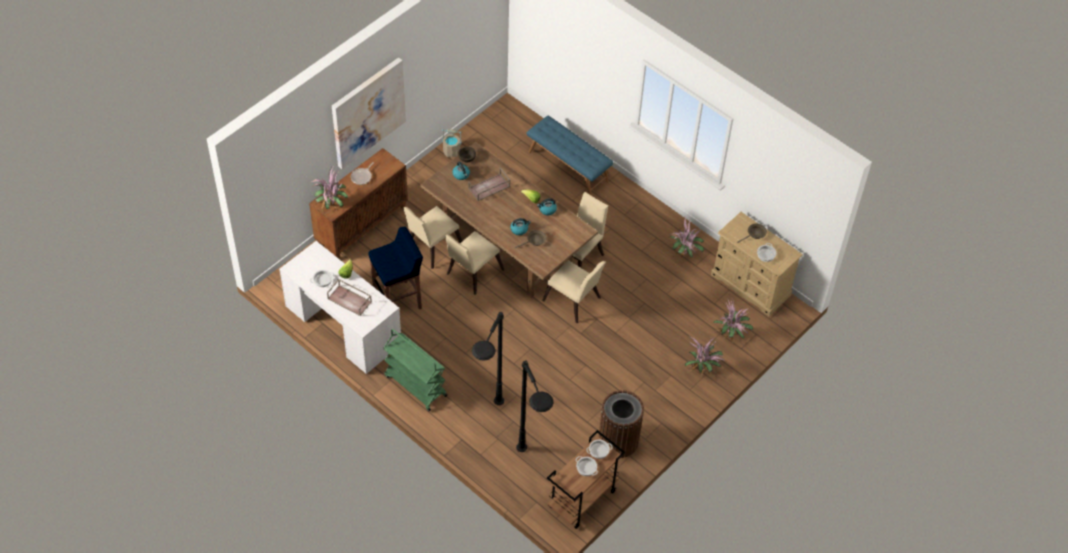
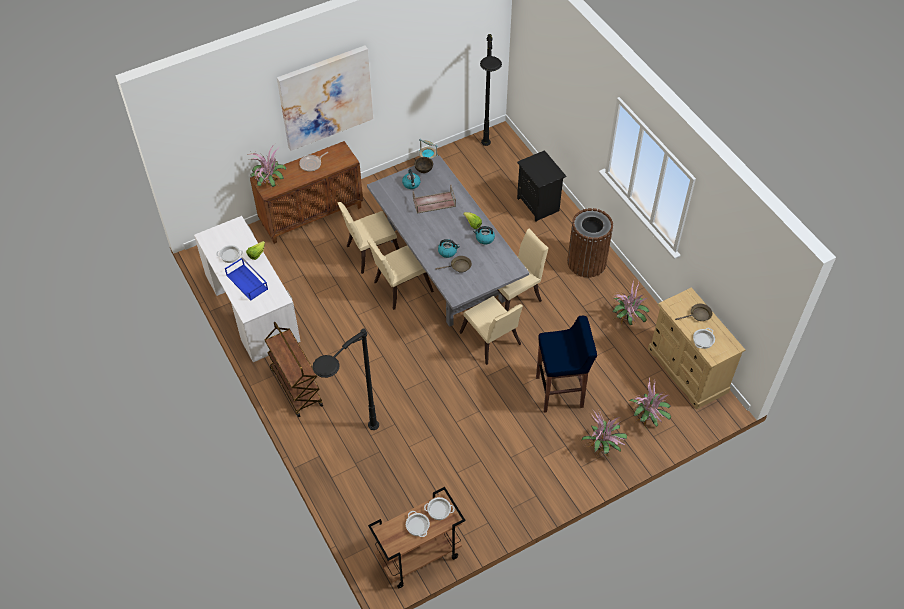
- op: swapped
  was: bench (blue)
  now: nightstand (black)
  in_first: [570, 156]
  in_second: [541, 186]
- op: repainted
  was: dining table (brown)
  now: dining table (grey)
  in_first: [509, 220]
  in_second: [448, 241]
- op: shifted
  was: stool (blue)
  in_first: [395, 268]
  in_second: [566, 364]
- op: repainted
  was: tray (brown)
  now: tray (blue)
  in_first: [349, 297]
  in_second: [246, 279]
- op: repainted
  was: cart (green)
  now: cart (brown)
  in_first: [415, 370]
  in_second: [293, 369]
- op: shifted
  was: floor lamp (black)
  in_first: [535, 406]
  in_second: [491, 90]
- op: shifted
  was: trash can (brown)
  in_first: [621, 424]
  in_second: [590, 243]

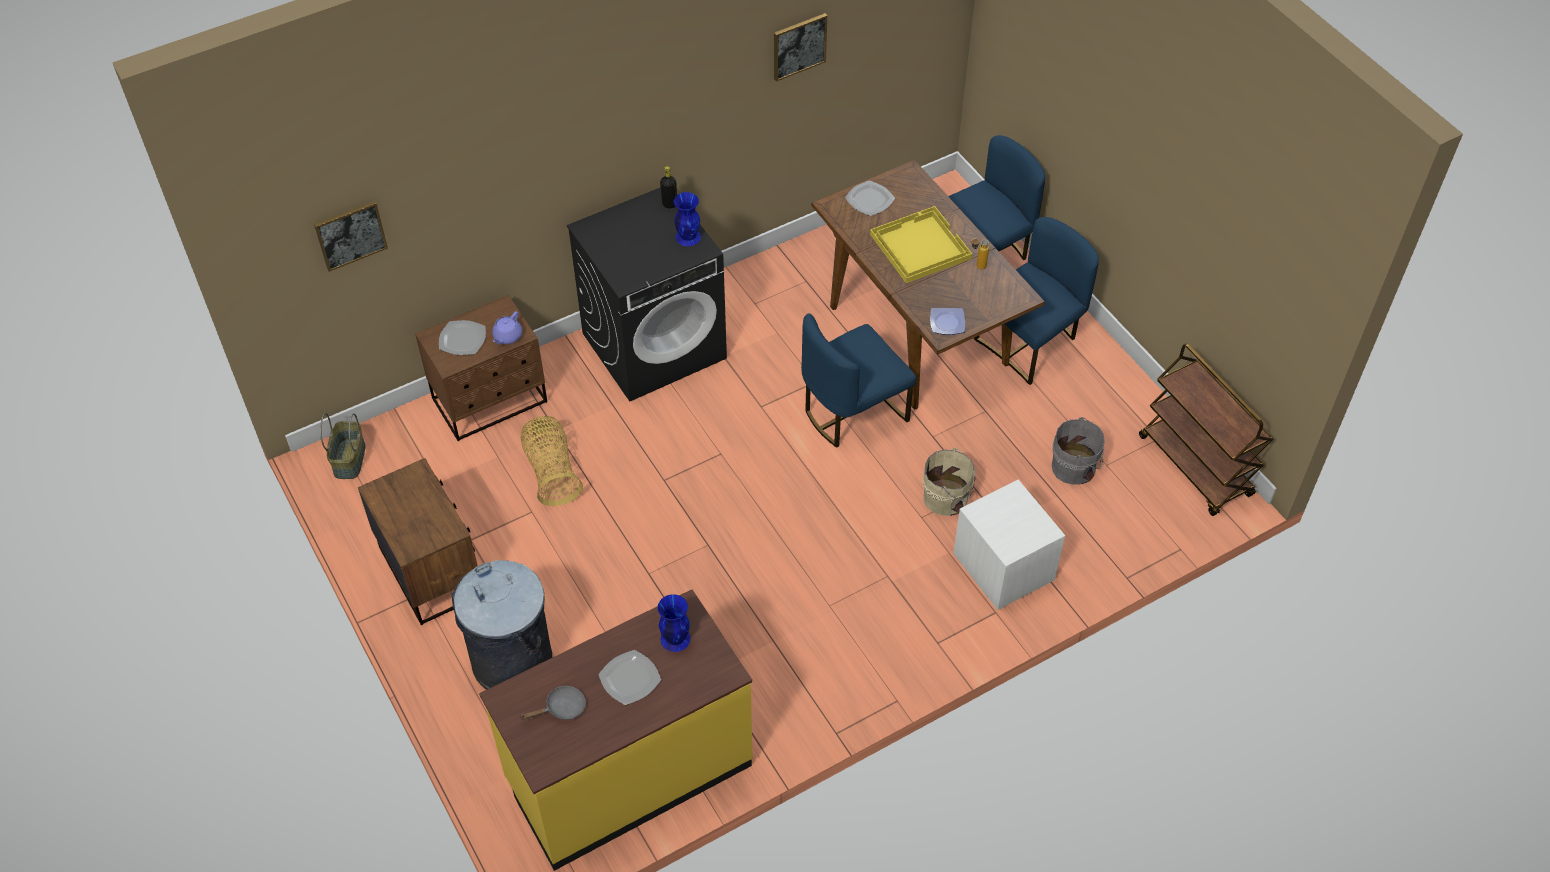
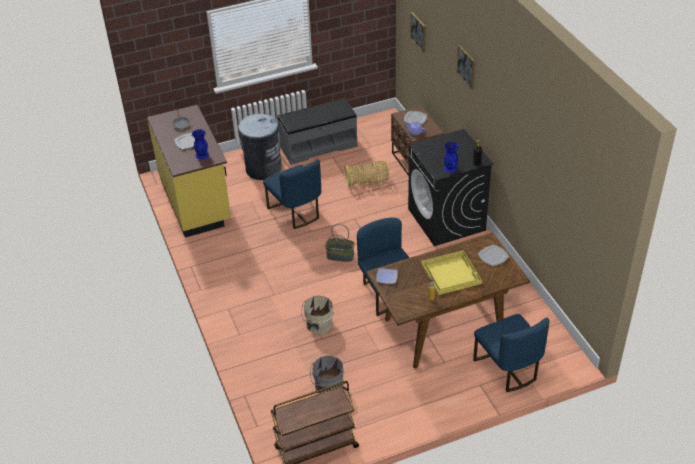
- op: shifted
  was: picture
  in_first: [800, 47]
  in_second: [466, 67]
- op: shifted
  was: chair (blue)
  in_first: [1036, 301]
  in_second: [292, 194]
- op: shifted
  was: basket
  in_first: [343, 446]
  in_second: [340, 243]
- op: swapped
  was: nightstand (brown)
  now: bench (grey)
  in_first: [418, 541]
  in_second: [317, 131]
- op: gone
  was: nightstand (white)
  in_first: [1009, 544]

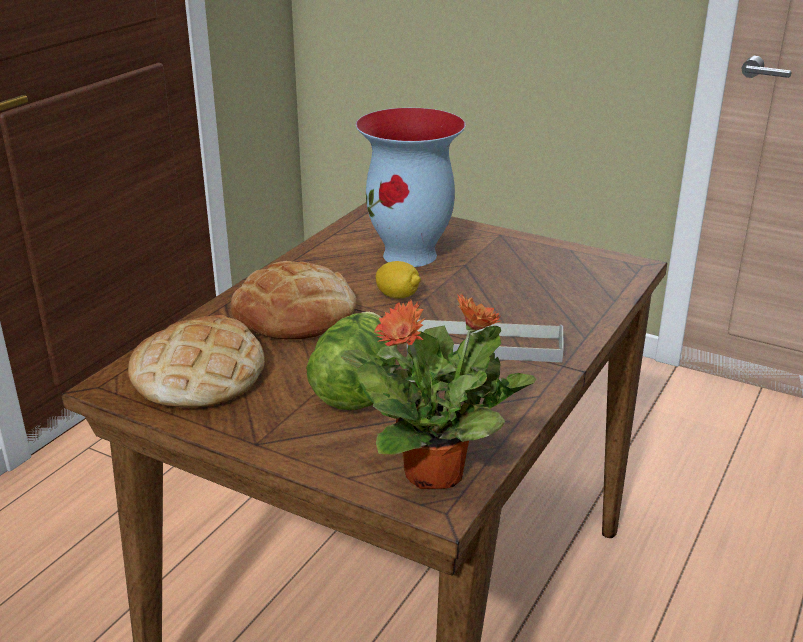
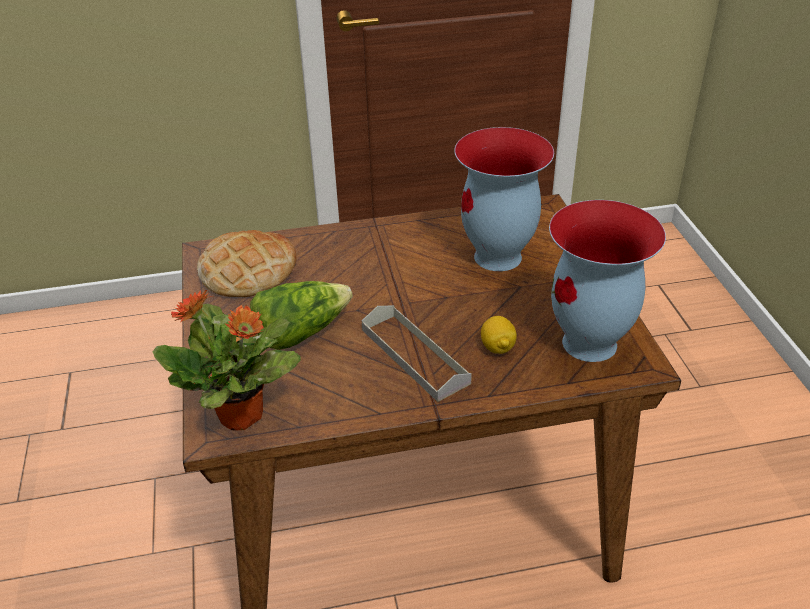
- op: gone
  was: bread
  in_first: [294, 300]
- op: shifted
  was: lemon
  in_first: [398, 279]
  in_second: [499, 335]
- op: new
  now: vase
  in_second: [607, 281]

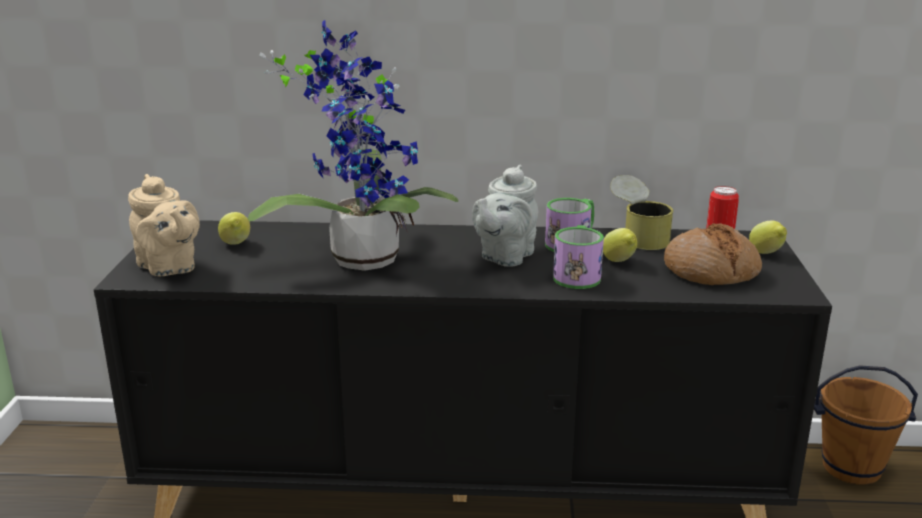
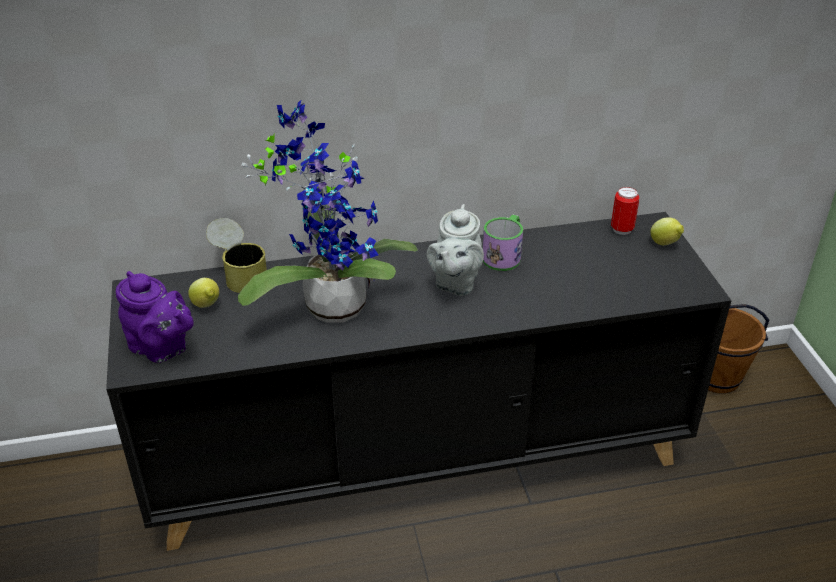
- op: repainted
  was: teapot (beige)
  now: teapot (purple)
  in_first: [164, 225]
  in_second: [155, 317]
- op: shifted
  was: can
  in_first: [641, 212]
  in_second: [236, 255]
- op: gone
  was: bread
  in_first: [713, 254]
- op: gone
  was: mug
  in_first: [578, 257]
- op: gone
  was: lemon
  in_first: [620, 245]

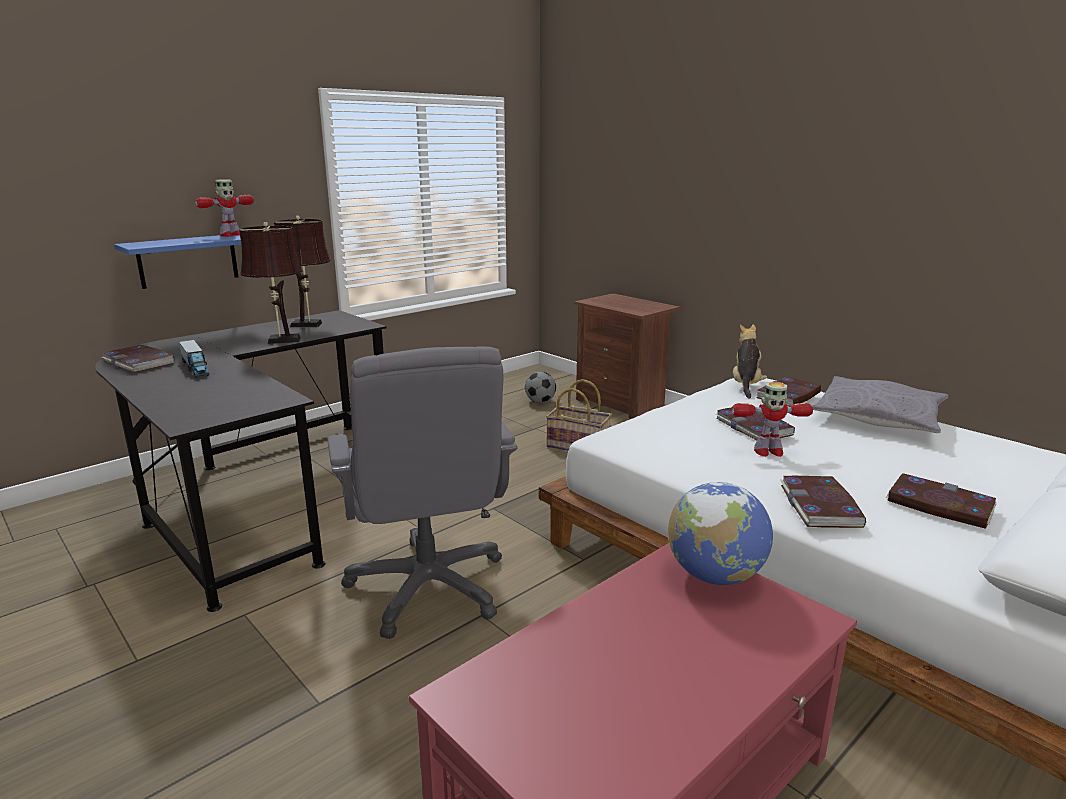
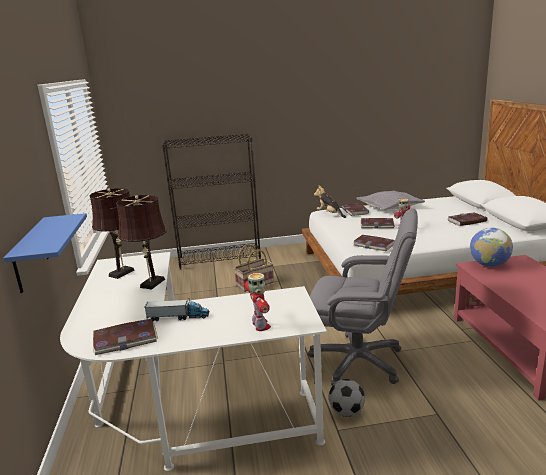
- op: shifted
  was: toy robot
  in_first: [224, 208]
  in_second: [257, 302]
- op: swapped
  was: nightstand (brown)
  now: bookcase (black)
  in_first: [627, 356]
  in_second: [211, 201]
- op: repainted
  was: desk (black)
  now: desk (white)
  in_first: [241, 461]
  in_second: [193, 361]
- op: shifted
  was: football
  in_first: [540, 387]
  in_second: [347, 398]
- op: shifted
  was: book
  in_first: [823, 502]
  in_second: [374, 243]

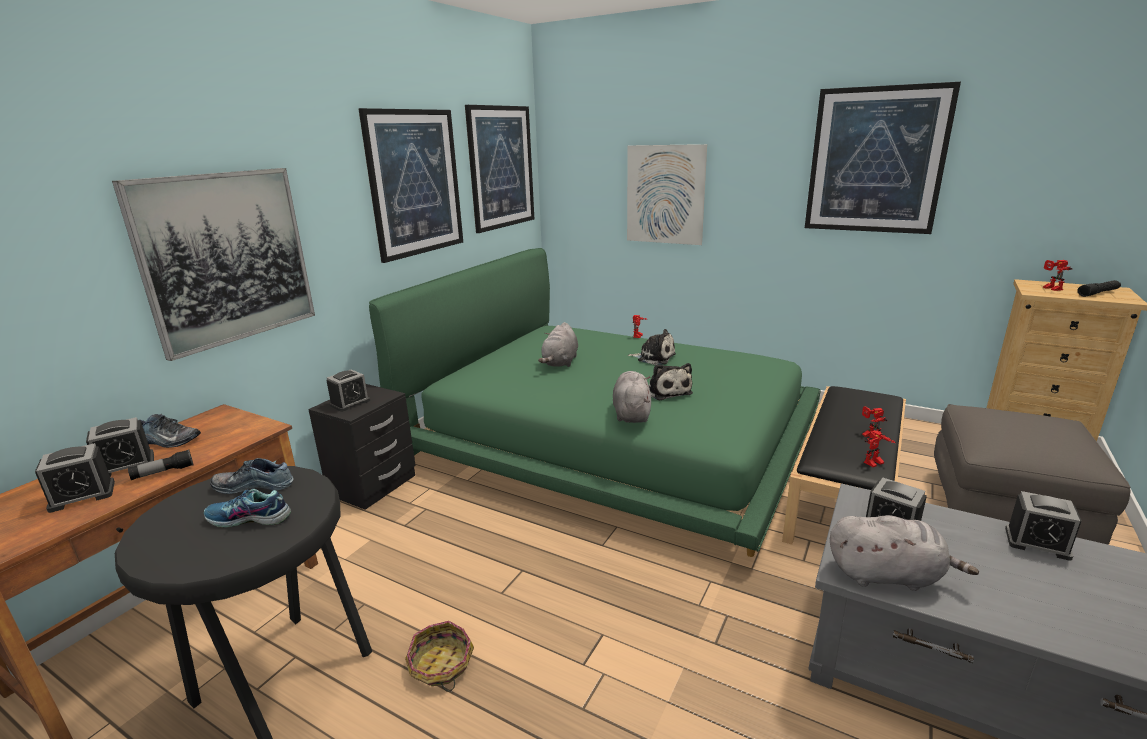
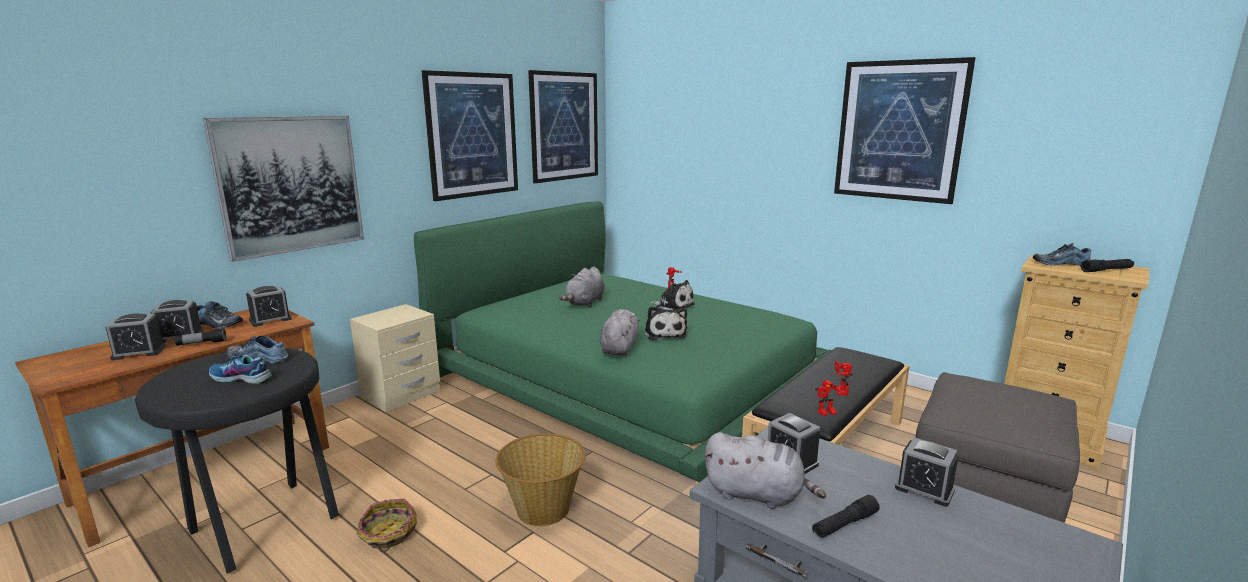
- op: gone
  was: picture
  in_first: [667, 194]
- op: swapped
  was: toy robot
  now: shoe
  in_first: [1058, 275]
  in_second: [1062, 254]
- op: shifted
  was: alarm clock
  in_first: [348, 391]
  in_second: [269, 306]
- op: repainted
  was: nightstand (black)
  now: nightstand (beige)
  in_first: [362, 447]
  in_second: [395, 358]
- op: new
  now: basket
  in_second: [540, 479]
- op: new
  now: flashlight (black)
  in_second: [846, 516]

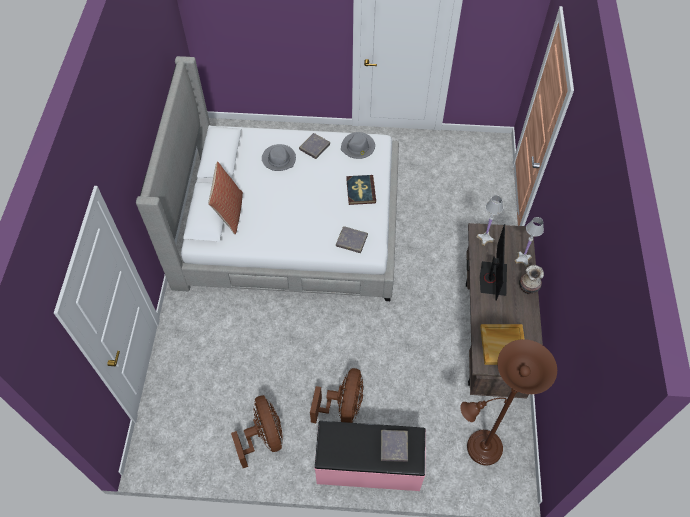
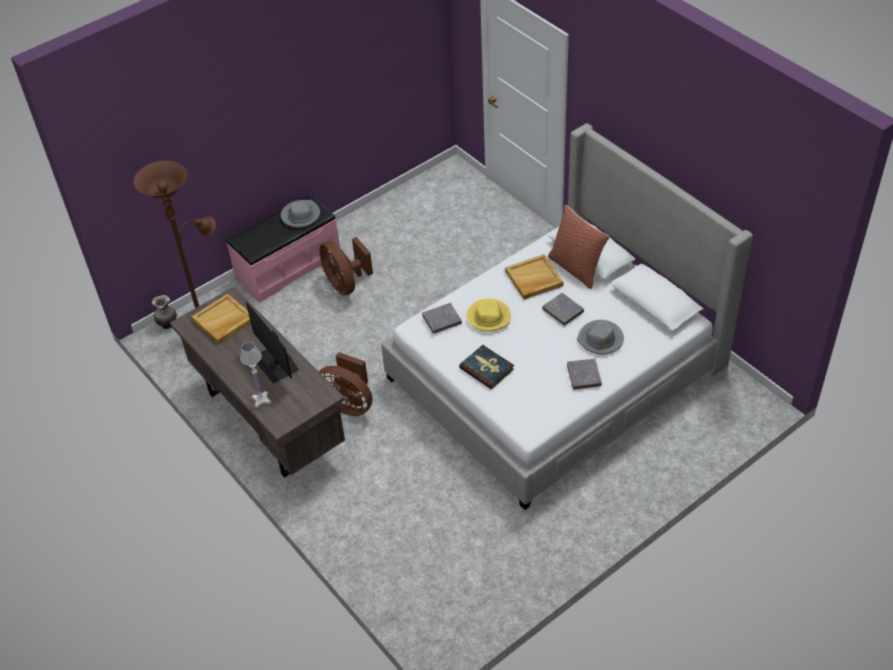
- op: shifted
  was: hat (grey)
  in_first: [358, 145]
  in_second: [300, 214]
- op: gone
  was: table lamp (white)
  in_first: [489, 220]
- op: shifted
  was: vase
  in_first: [531, 279]
  in_second: [164, 312]
- op: shifted
  was: fan (brown)
  in_first: [257, 431]
  in_second: [345, 384]
- op: shifted
  was: book (grey)
  in_first: [394, 446]
  in_second: [563, 309]
- op: new
  now: tray (beige)
  in_second: [534, 277]
- op: new
  now: hat (yellow)
  in_second: [489, 315]

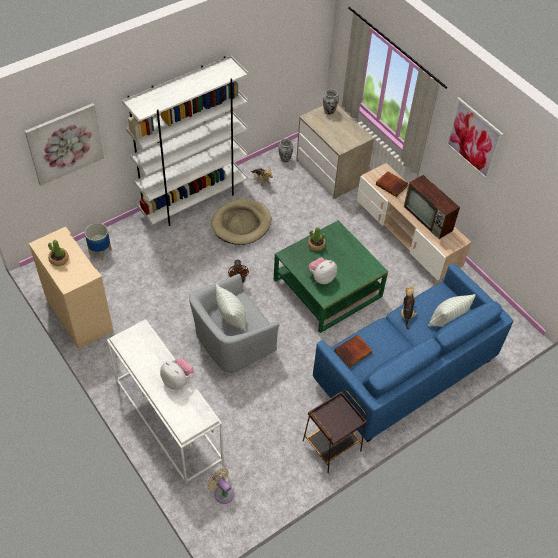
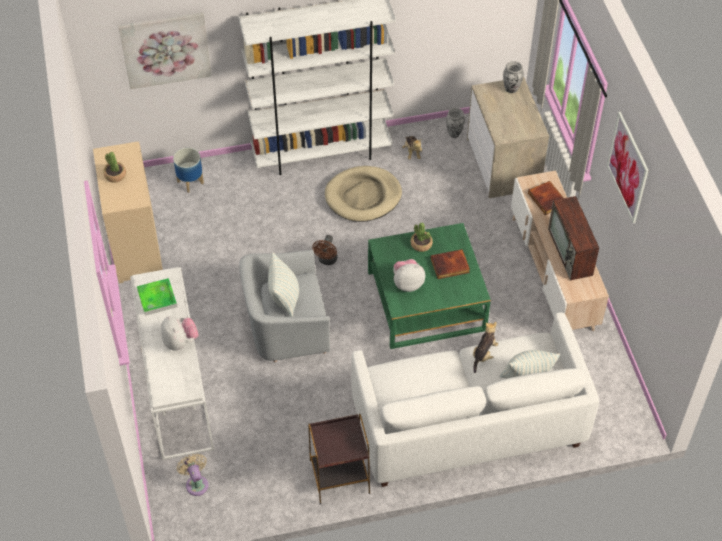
- op: repainted
  was: sofa (blue)
  now: sofa (white)
  in_first: [413, 353]
  in_second: [475, 399]
- op: shifted
  was: book
  in_first: [354, 351]
  in_second: [450, 264]
- op: new
  now: tray
  in_second: [157, 297]

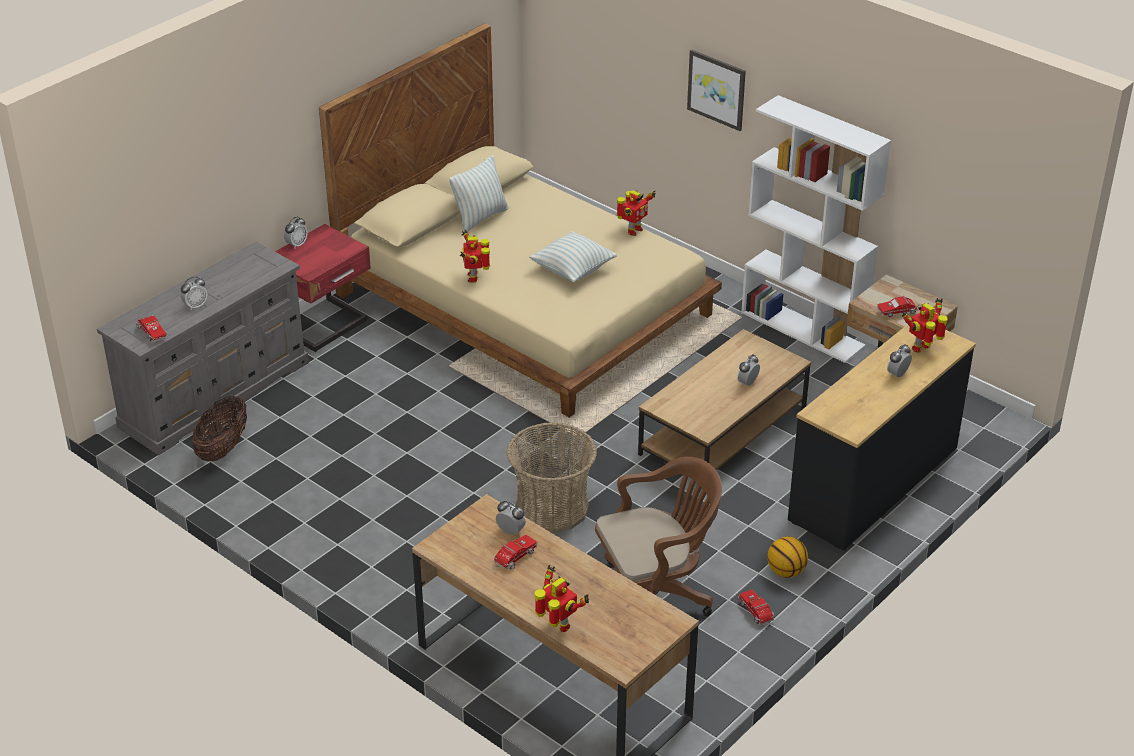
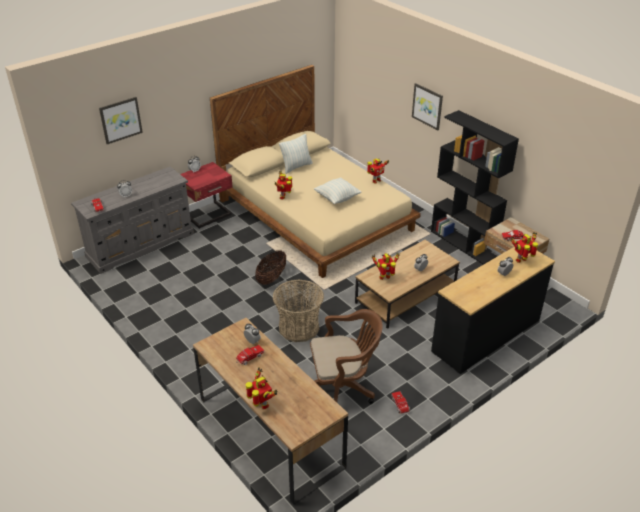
- op: repainted
  was: bookcase (white)
  now: bookcase (black)
  in_first: [816, 229]
  in_second: [475, 187]
- op: shifted
  was: basket
  in_first: [219, 429]
  in_second: [270, 267]
- op: gone
  was: basketball
  in_first: [787, 557]
- op: new
  now: picture
  in_second: [121, 120]
- op: new
  now: toy robot
  in_second: [386, 266]

